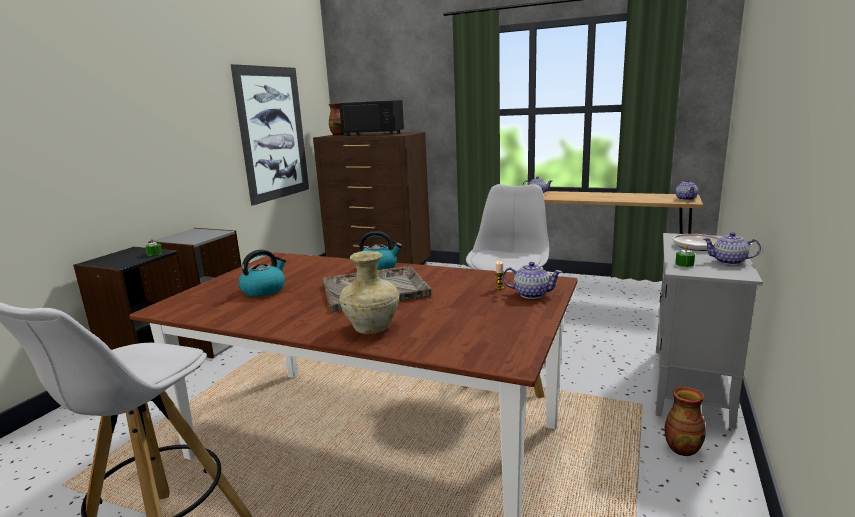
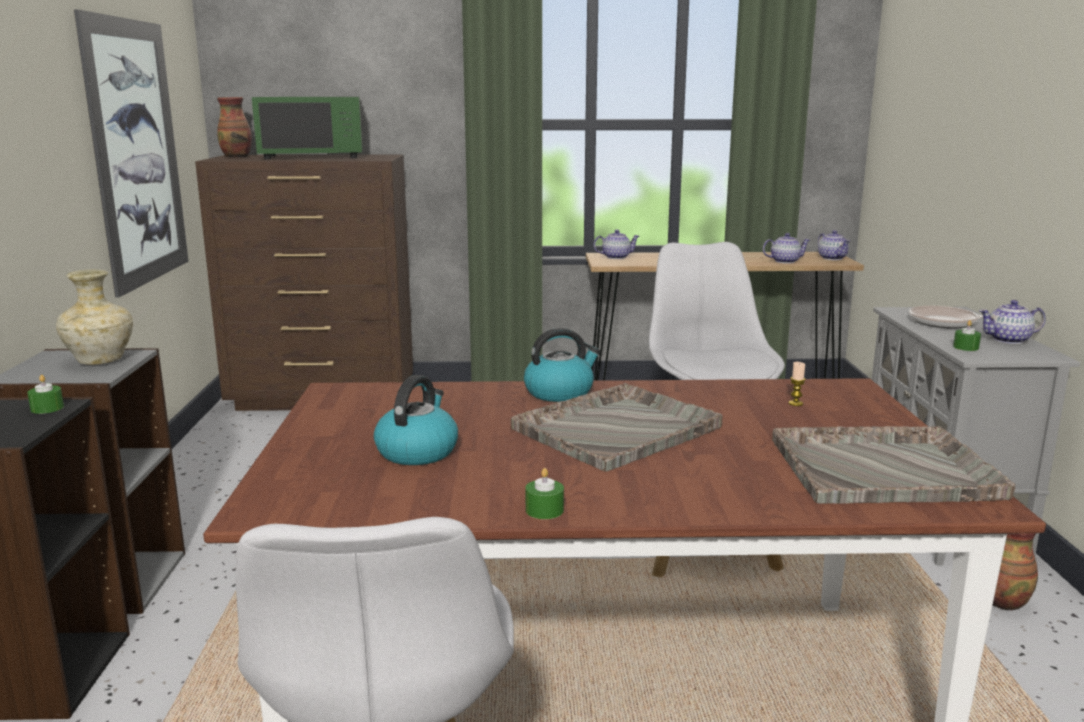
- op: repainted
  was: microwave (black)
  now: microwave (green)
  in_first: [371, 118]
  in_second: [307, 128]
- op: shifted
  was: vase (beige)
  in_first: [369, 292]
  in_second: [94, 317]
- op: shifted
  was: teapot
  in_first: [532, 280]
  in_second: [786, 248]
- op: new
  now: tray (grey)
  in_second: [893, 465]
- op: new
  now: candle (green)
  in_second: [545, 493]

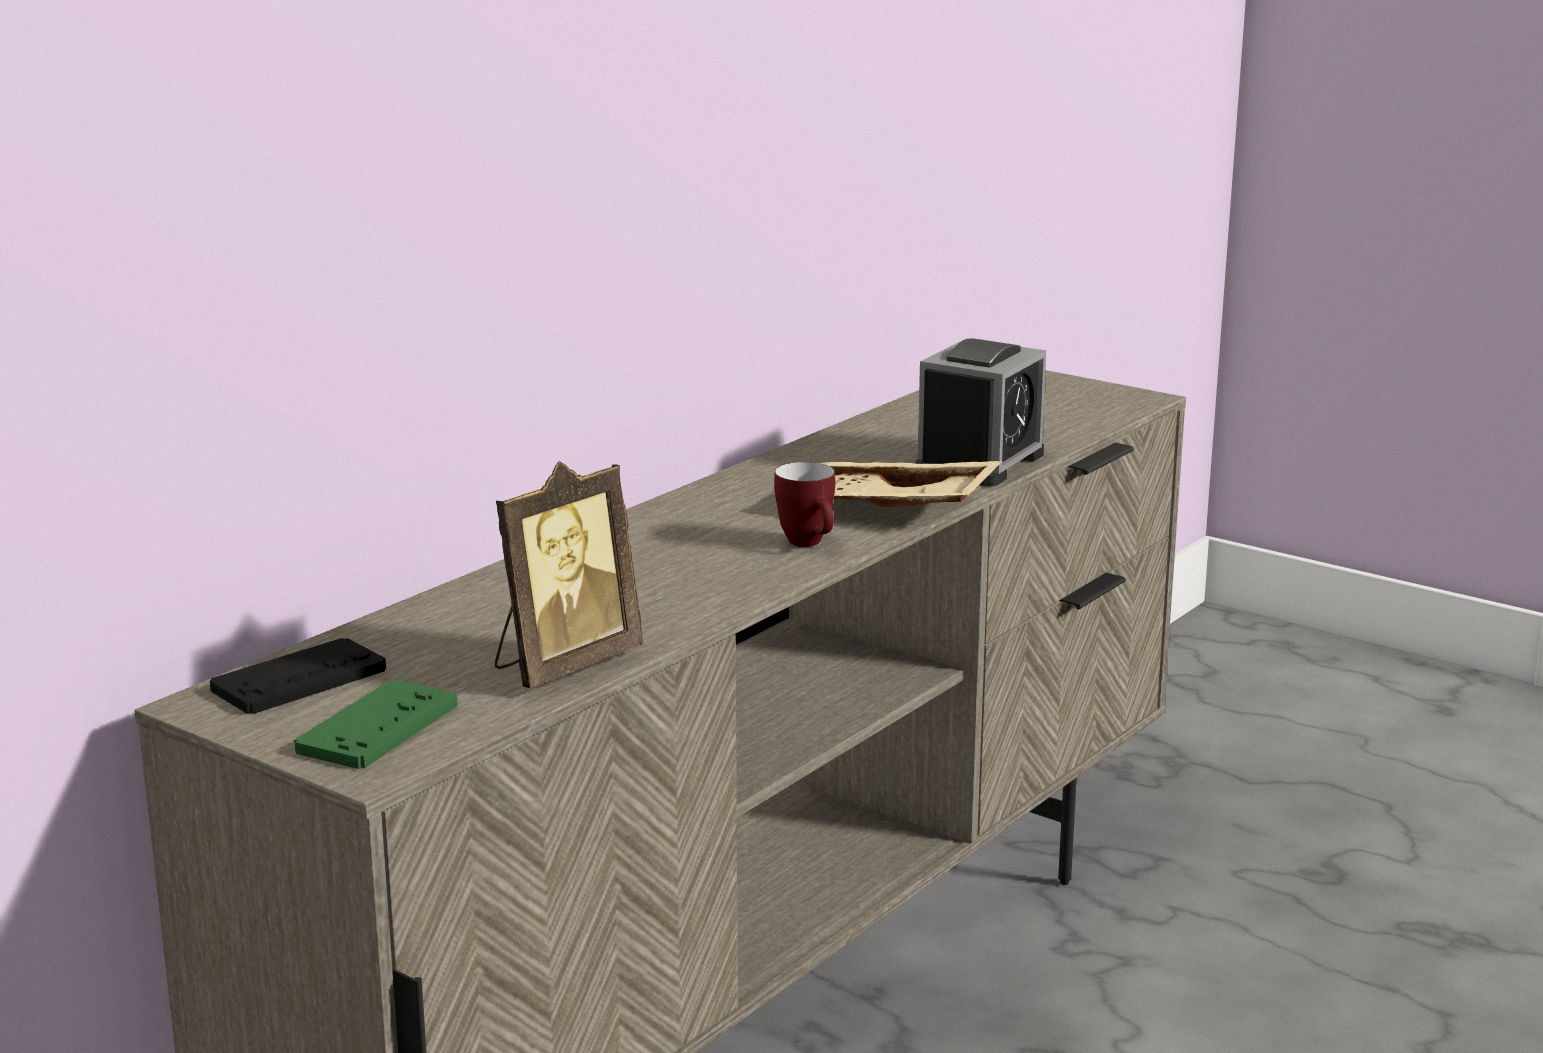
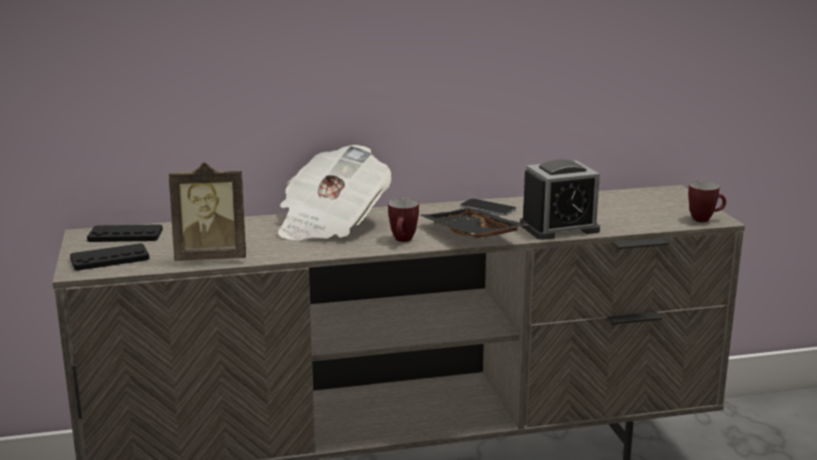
- op: repainted
  was: tray (beige)
  now: tray (black)
  in_first: [888, 484]
  in_second: [473, 223]
- op: repainted
  was: game controller (green)
  now: game controller (black)
  in_first: [376, 724]
  in_second: [109, 257]
- op: new
  now: newspaper
  in_second: [335, 192]
- op: new
  now: mug
  in_second: [707, 201]
- op: new
  now: phone
  in_second: [488, 207]

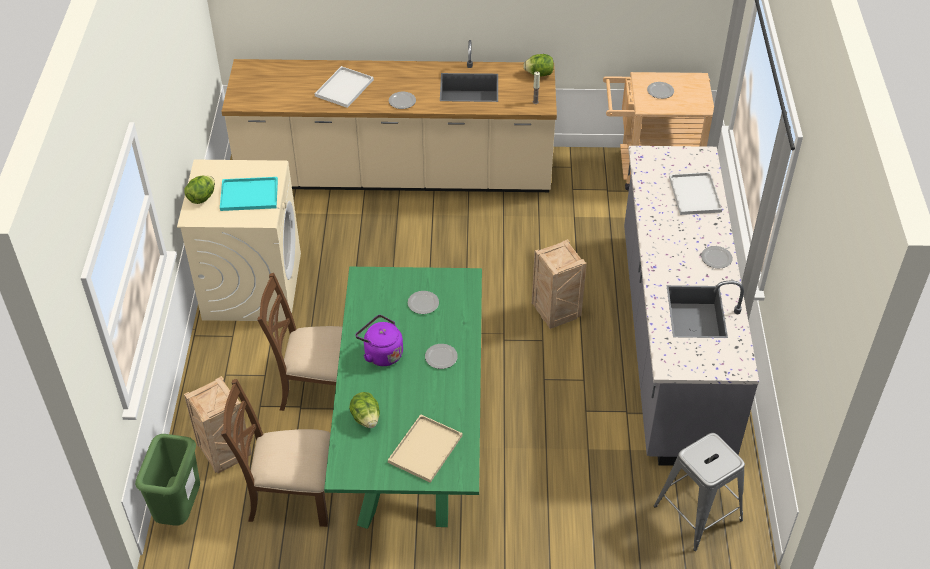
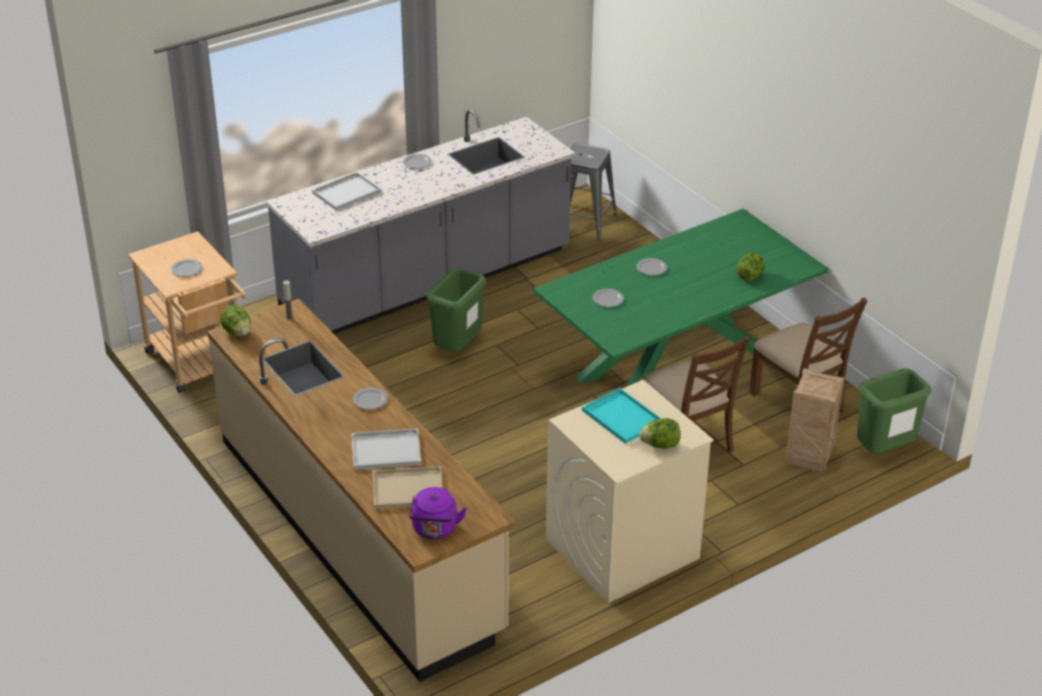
- op: swapped
  was: crate
  now: trash can (green)
  in_first: [559, 284]
  in_second: [456, 310]
- op: shifted
  was: kettle (purple)
  in_first: [379, 340]
  in_second: [438, 513]
- op: shifted
  was: tray (beige)
  in_first: [425, 448]
  in_second: [408, 487]

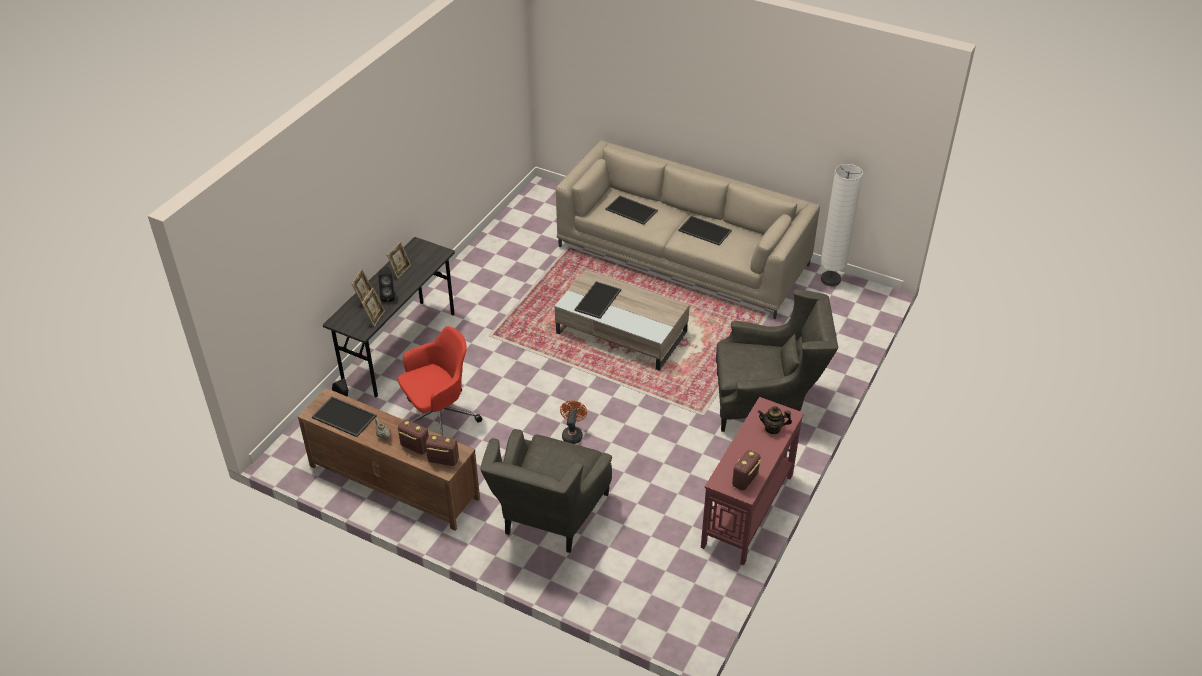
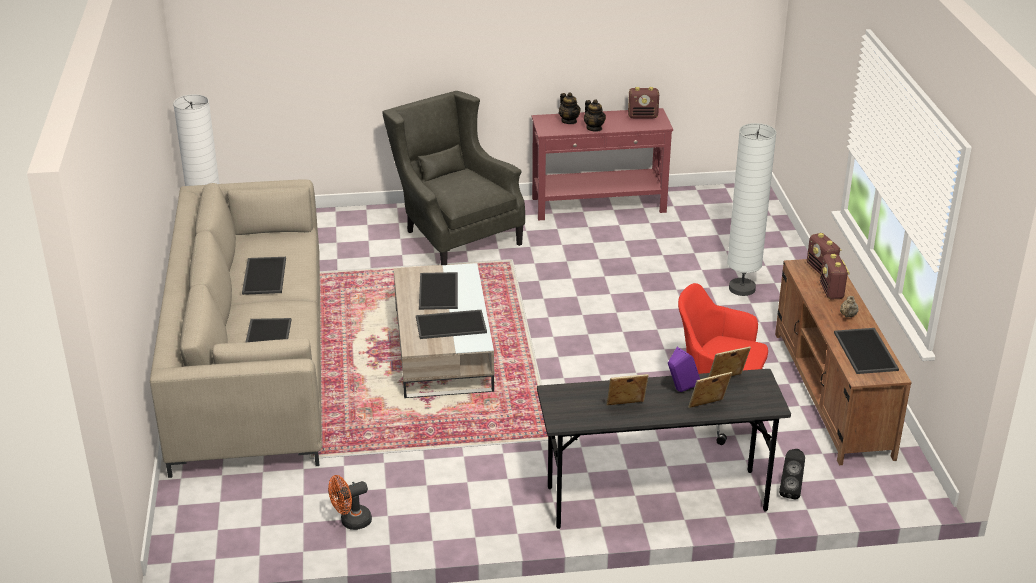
- op: repainted
  was: speaker (black)
  now: speaker (purple)
  in_first: [386, 284]
  in_second: [684, 369]
- op: shifted
  was: fan (orange)
  in_first: [573, 422]
  in_second: [350, 502]
- op: swapped
  was: armchair (grey)
  now: floor lamp (white)
  in_first: [546, 491]
  in_second: [752, 209]
- op: new
  now: teapot
  in_second: [595, 115]
- op: new
  now: tray
  in_second: [438, 291]

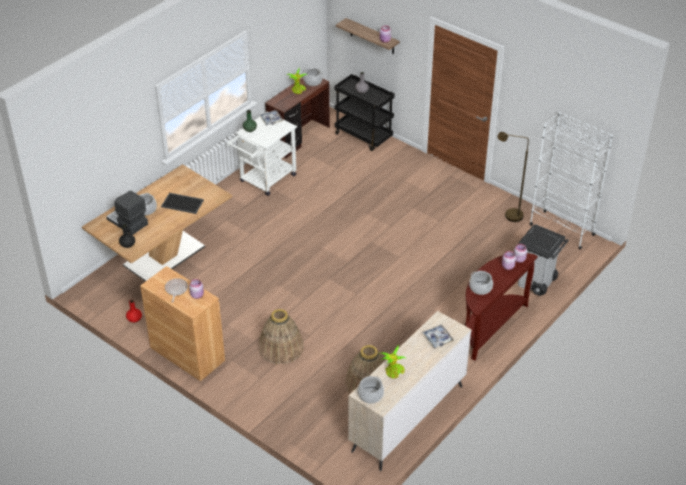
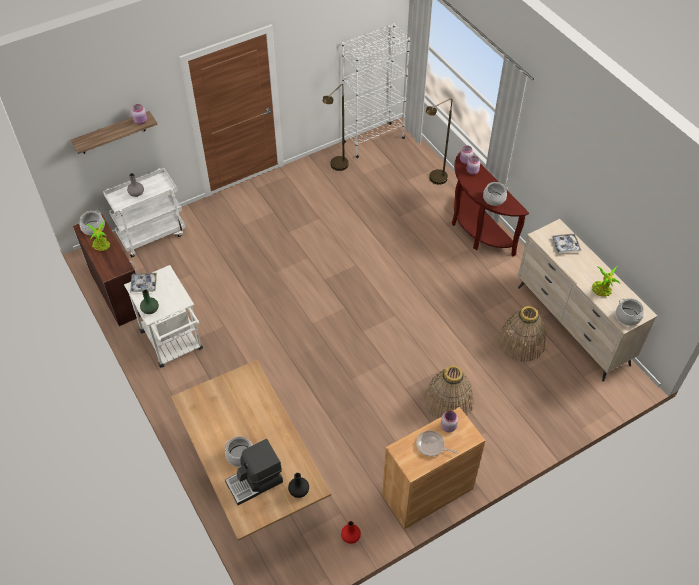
- op: repainted
  was: cart (black)
  now: cart (white)
  in_first: [364, 112]
  in_second: [144, 212]
- op: gone
  was: tray
  in_first: [182, 203]
- op: swapped
  was: trash can (grey)
  now: floor lamp (brown)
  in_first: [543, 260]
  in_second: [439, 141]

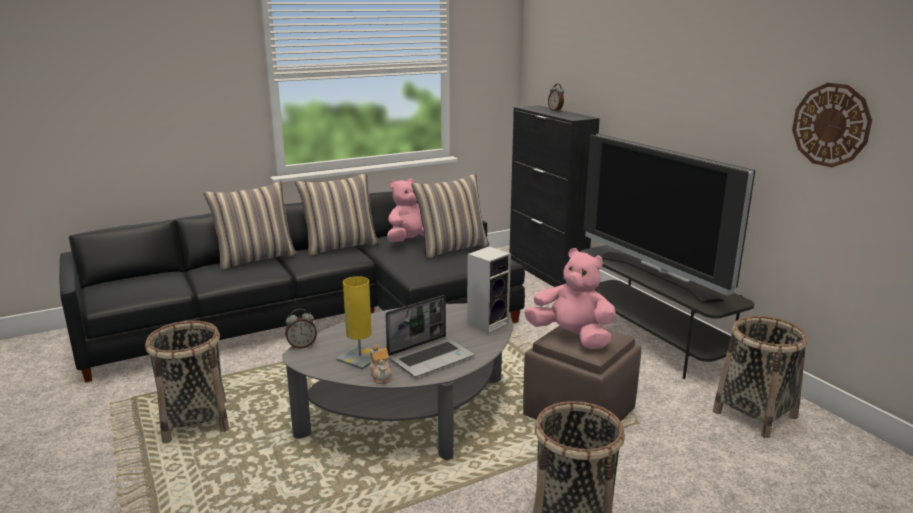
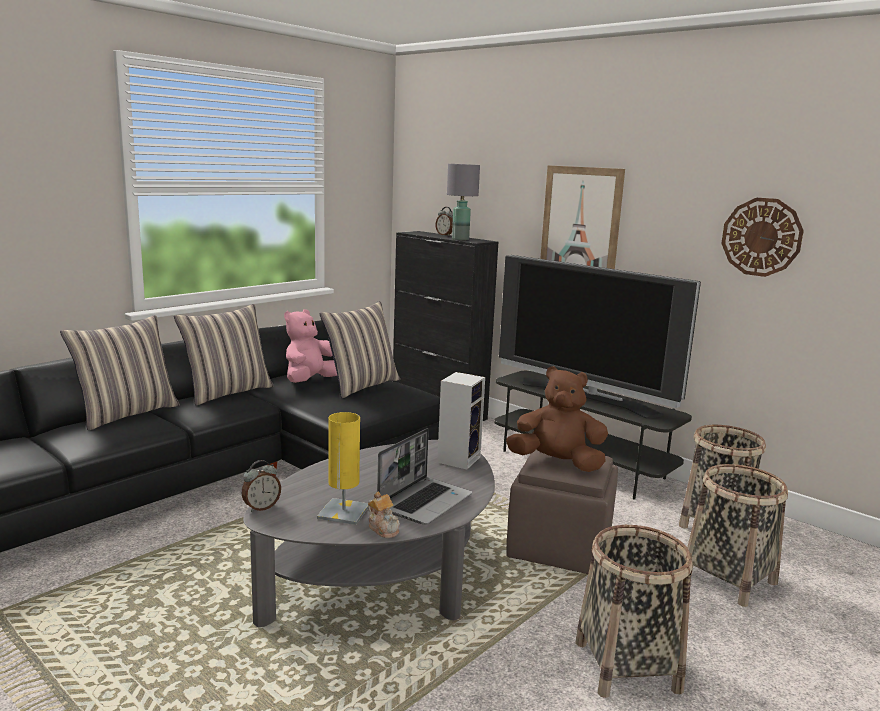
- op: repainted
  was: plush toy (pink)
  now: plush toy (brown)
  in_first: [570, 298]
  in_second: [557, 419]
- op: shifted
  was: basket
  in_first: [187, 382]
  in_second: [737, 535]
- op: new
  now: table lamp (grey)
  in_second: [463, 202]
- op: new
  now: picture
  in_second: [582, 217]

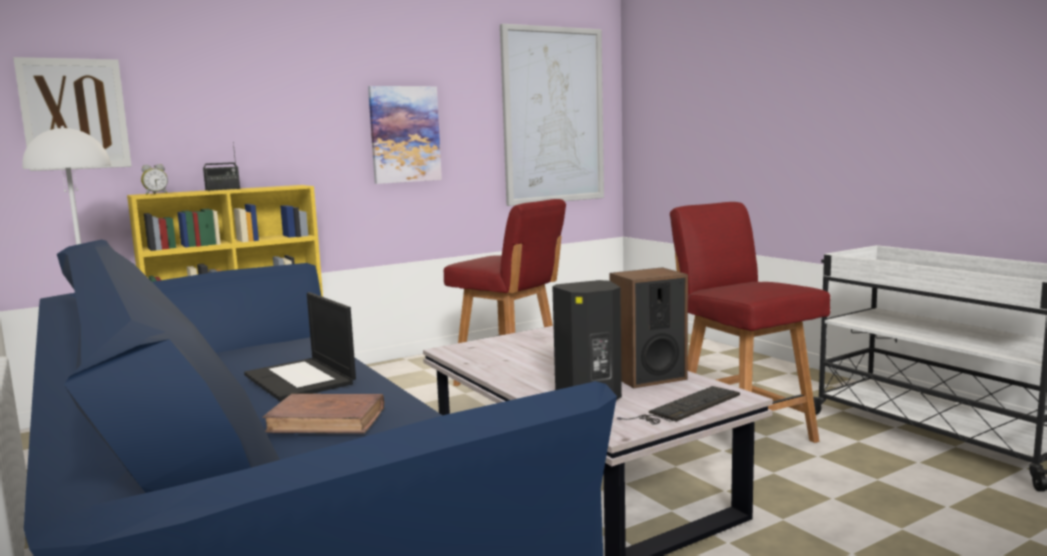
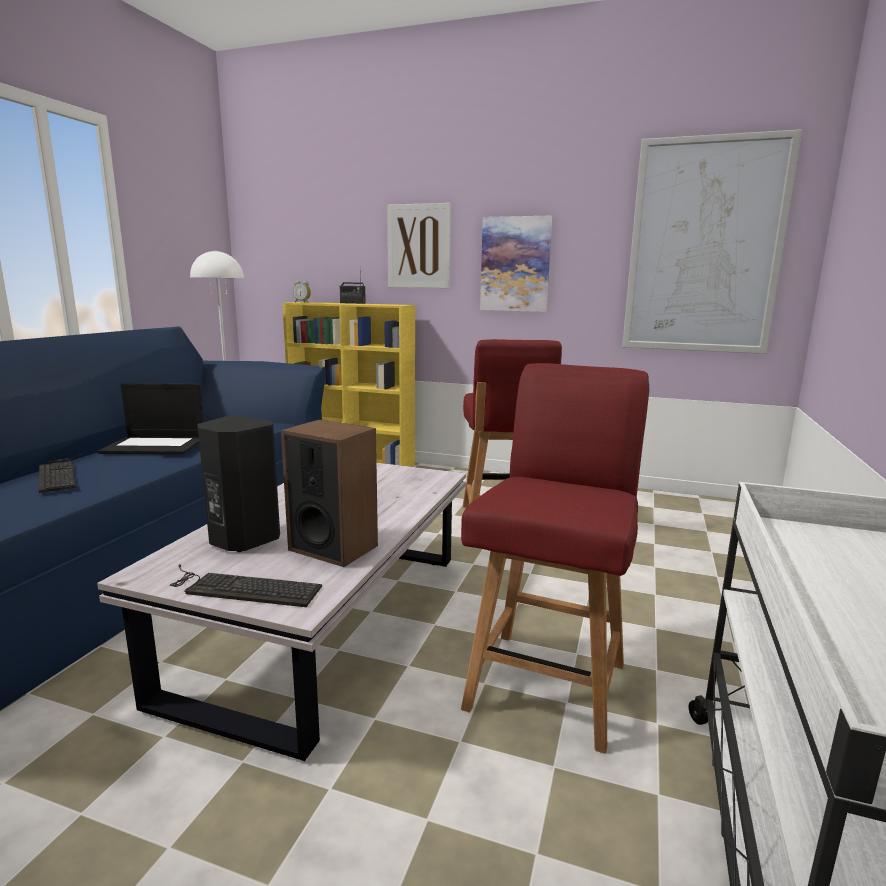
- op: shifted
  was: picture
  in_first: [72, 114]
  in_second: [419, 245]
- op: rotated
  was: laptop
  in_first: [300, 346]
  in_second: [151, 419]
  clockwise: -105
- op: swapped
  was: book (brown)
  now: keyboard
  in_first: [323, 413]
  in_second: [60, 473]

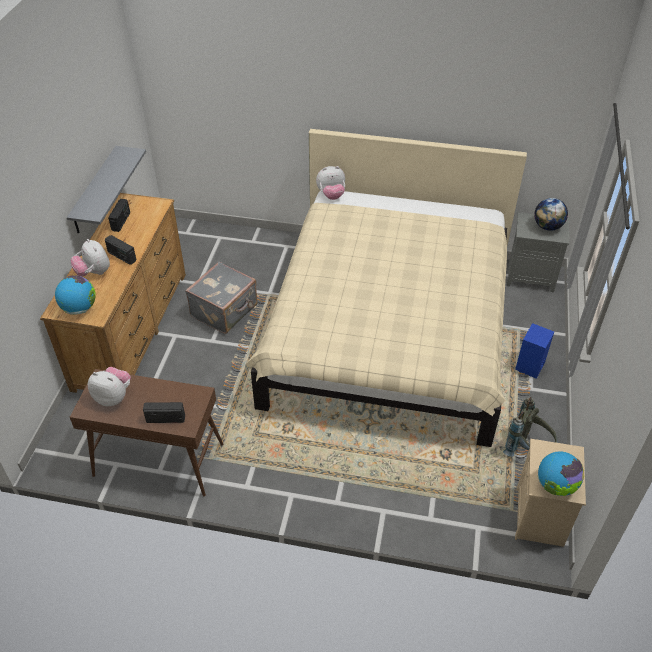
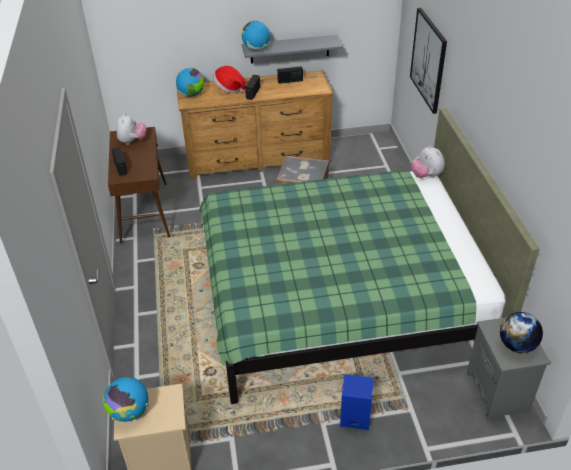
- op: repainted
  was: bed (beige)
  now: bed (green)
  in_first: [386, 288]
  in_second: [369, 256]
- op: swapped
  was: plush toy
  now: hat
  in_first: [90, 258]
  in_second: [229, 79]
- op: gone
  was: backpack (grey)
  in_first: [530, 427]
- op: new
  now: picture
  in_second: [428, 61]
- op: new
  now: globe
  in_second: [256, 36]

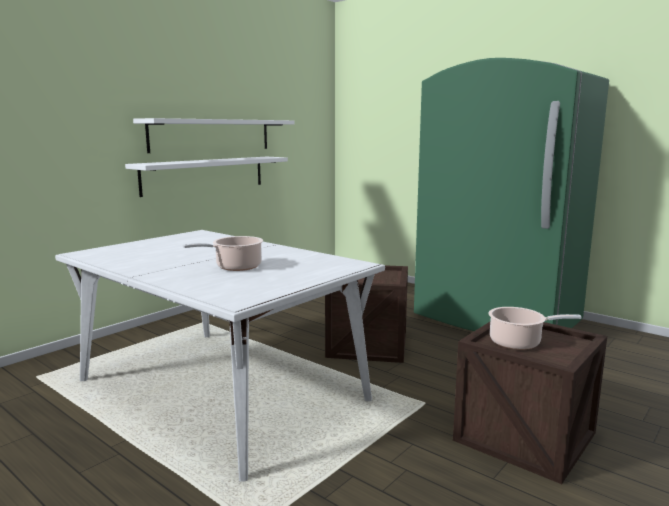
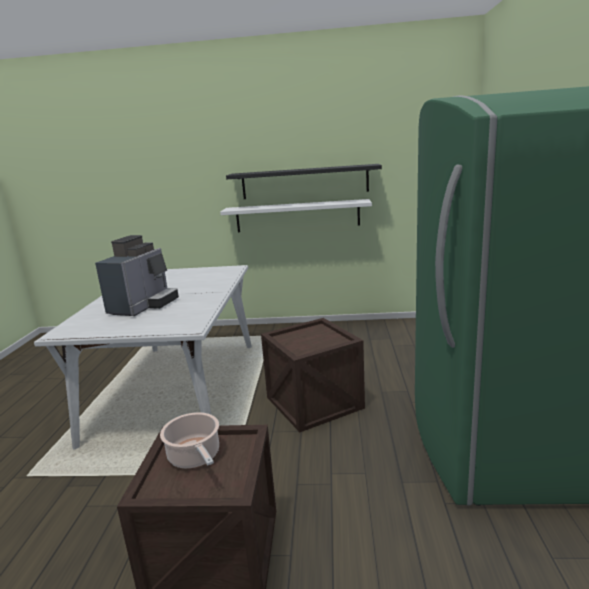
- op: repainted
  was: shelf (white)
  now: shelf (black)
  in_first: [213, 135]
  in_second: [304, 181]
- op: swapped
  was: cooking pot
  now: coffee machine
  in_first: [223, 253]
  in_second: [137, 275]

